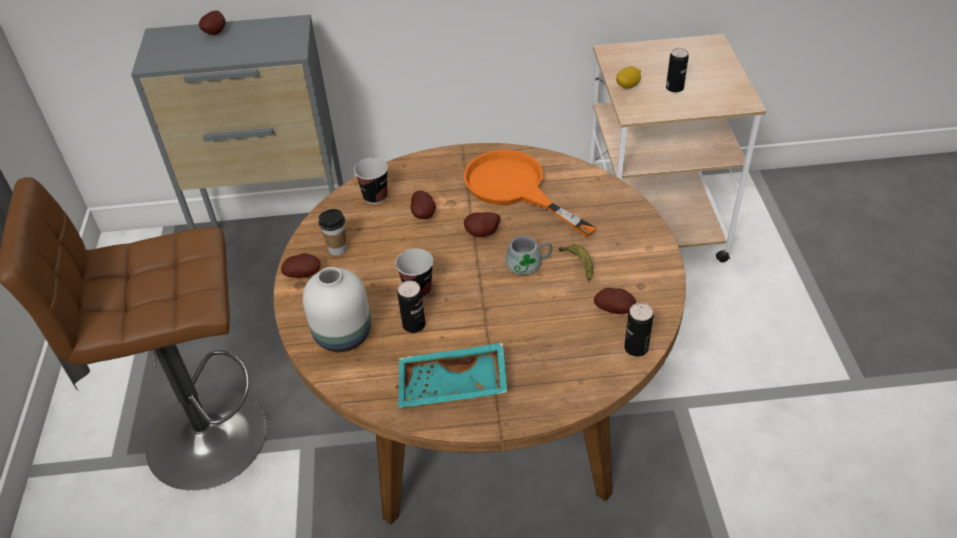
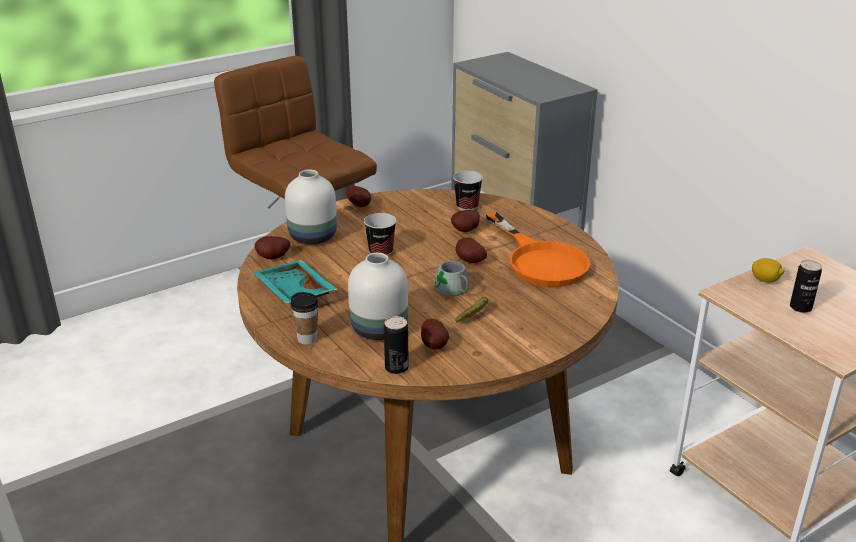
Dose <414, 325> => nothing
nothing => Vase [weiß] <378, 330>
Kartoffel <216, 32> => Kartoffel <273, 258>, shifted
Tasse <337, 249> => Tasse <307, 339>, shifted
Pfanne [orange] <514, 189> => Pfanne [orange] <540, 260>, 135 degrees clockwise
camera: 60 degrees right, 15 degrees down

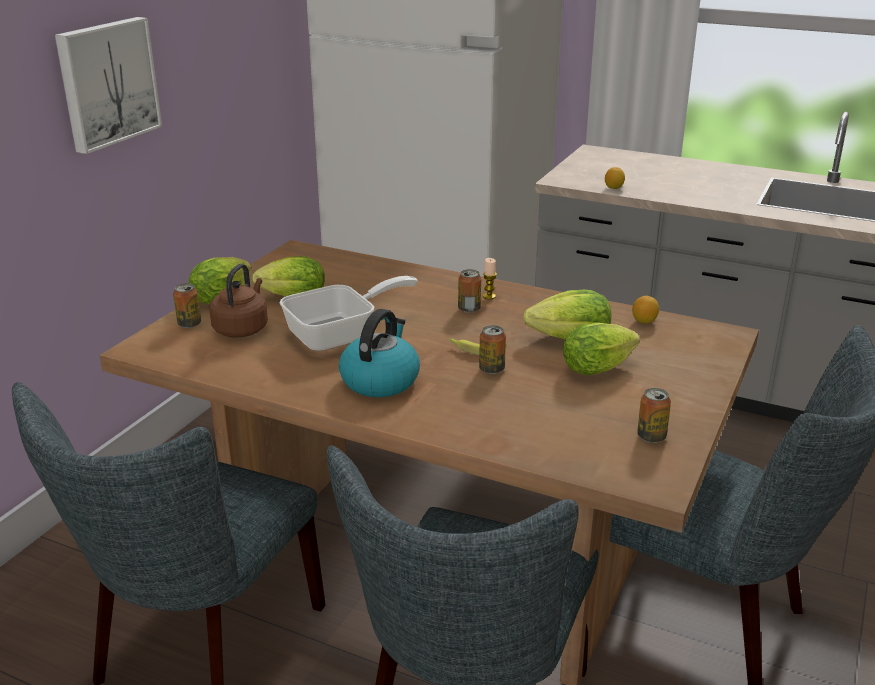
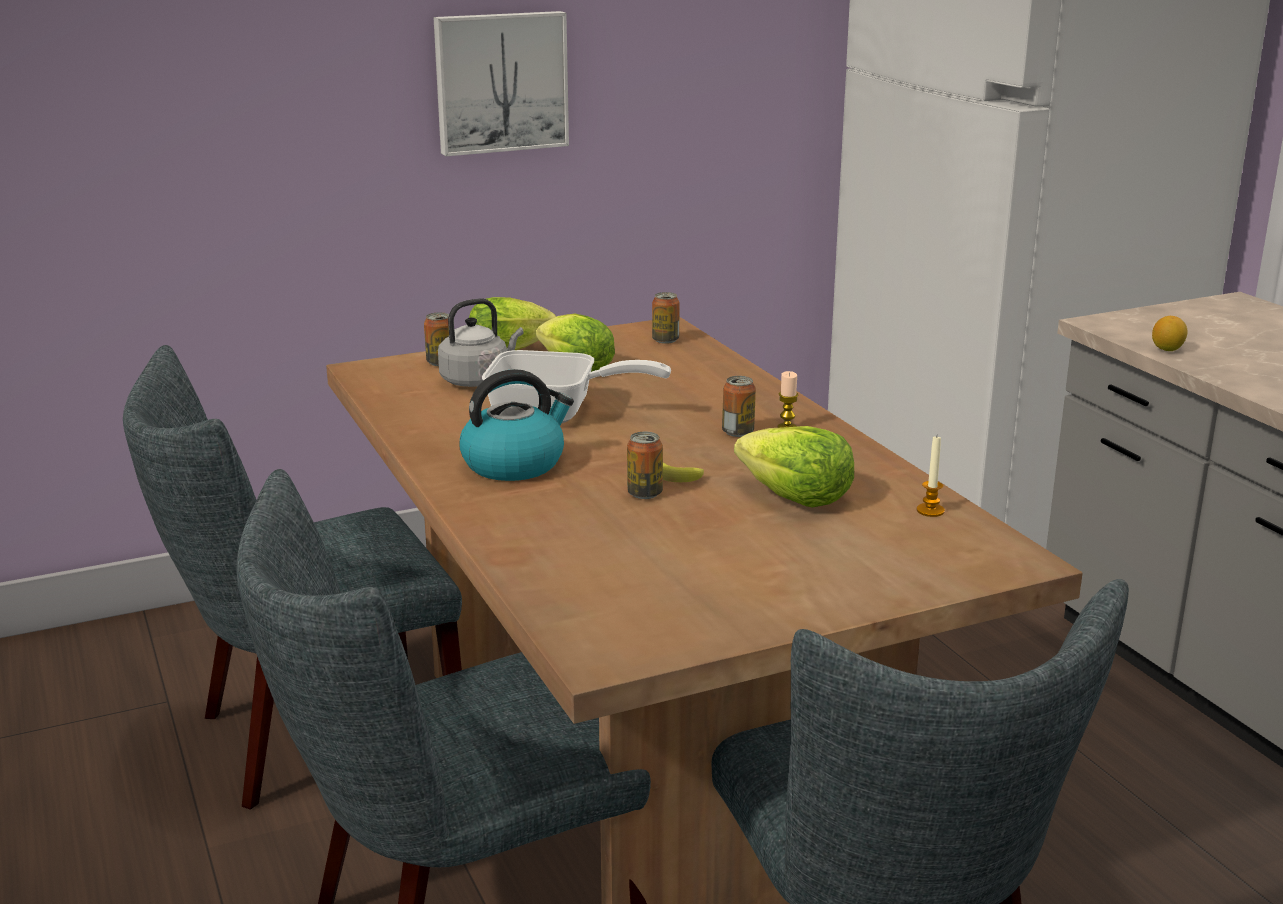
Salatkopf <601, 368> => nothing
Dose <651, 437> => Dose <665, 340>, shifted
Zitrone <644, 321> => Kerze <930, 511>
Wasserkessel [braun] <242, 328> => Wasserkessel [grau] <478, 380>
camera: 40 degrees right, 5 degrees down

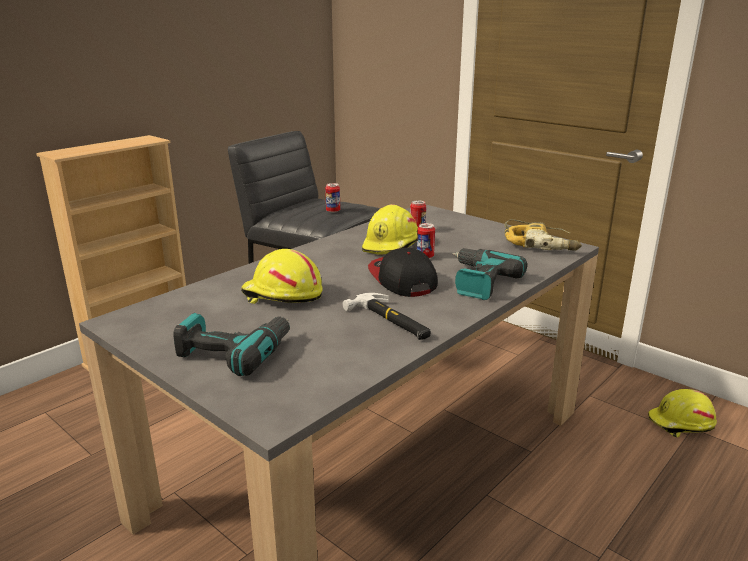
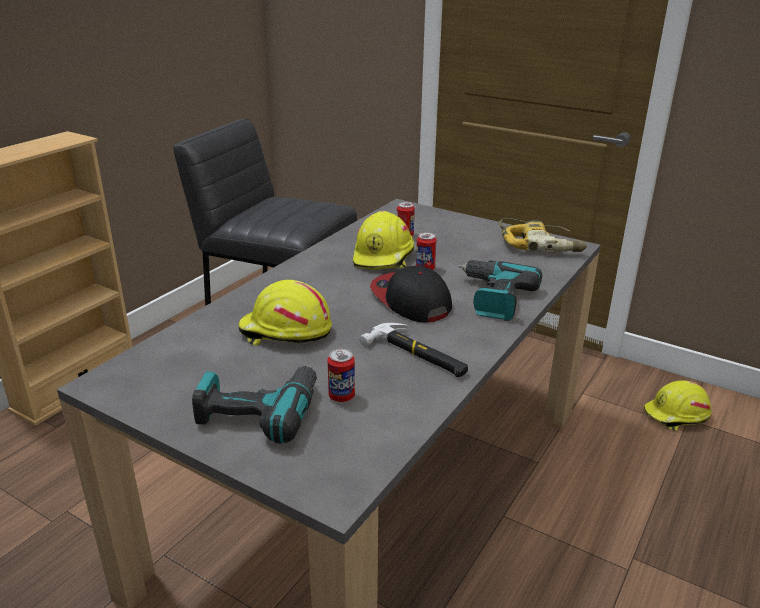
Dose <333, 211> => Dose <341, 396>, shifted
camera: 10 degrees left, 5 degrees up

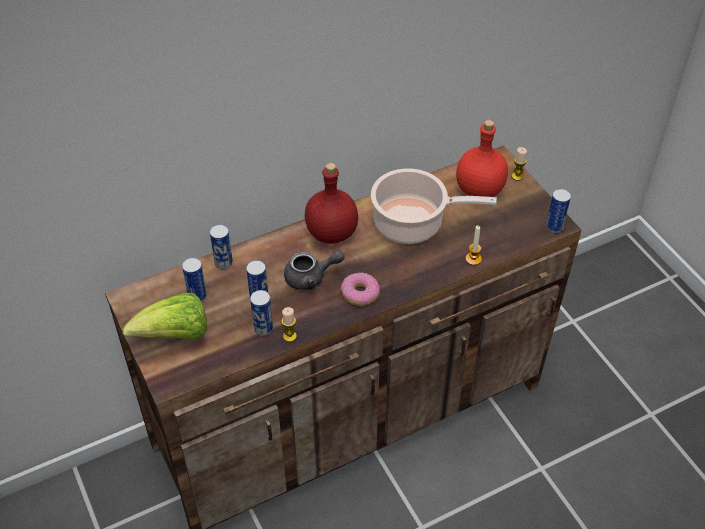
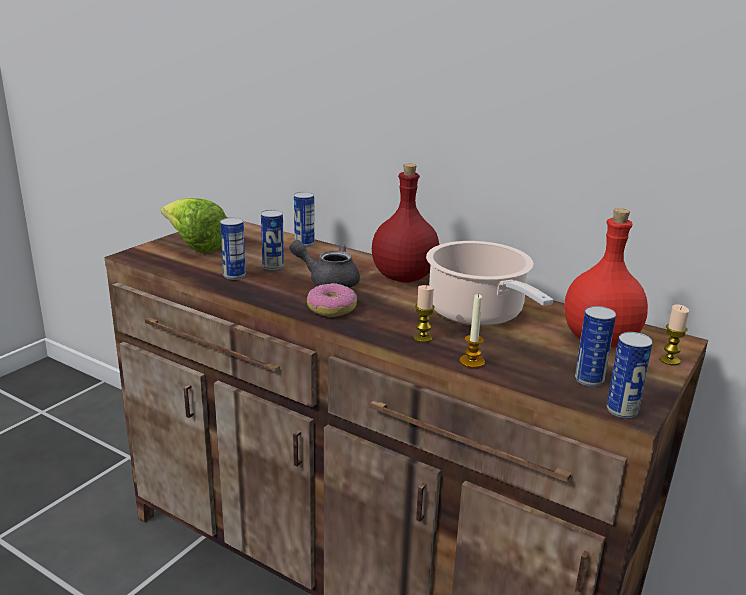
Dose <197, 296> => Dose <589, 380>, shifted
Kerze <289, 336> => Kerze <422, 338>, shifted
Teekanne [grau] <311, 277> => Teekanne [grau] <328, 281>, 150 degrees clockwise
camera: 60 degrees right, 25 degrees down

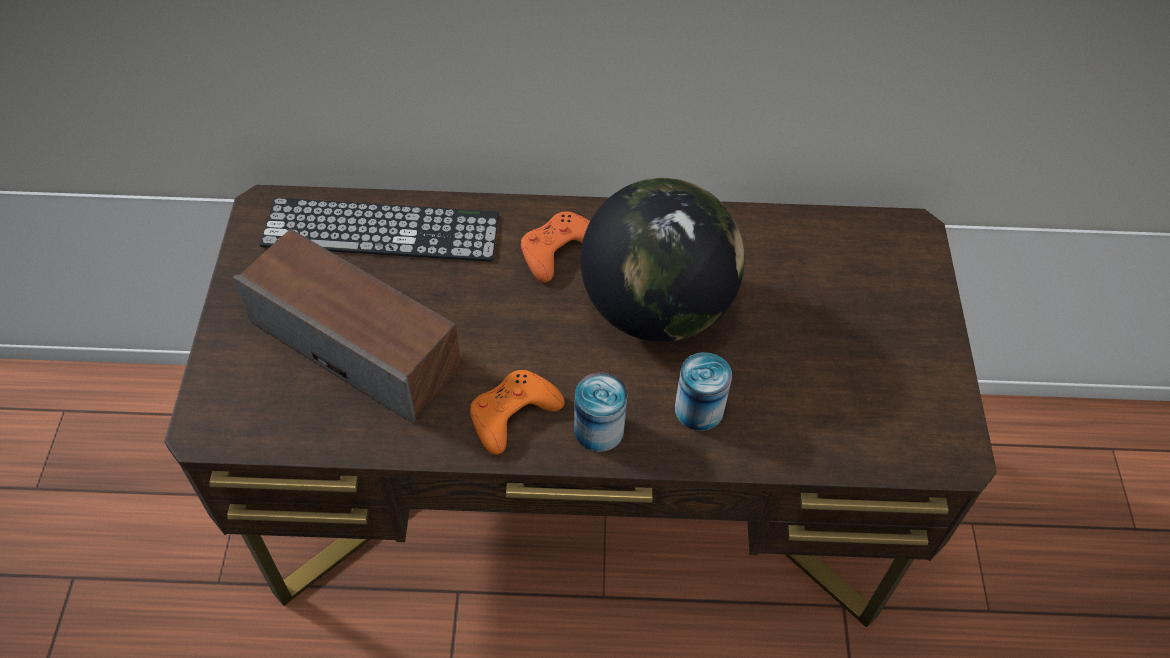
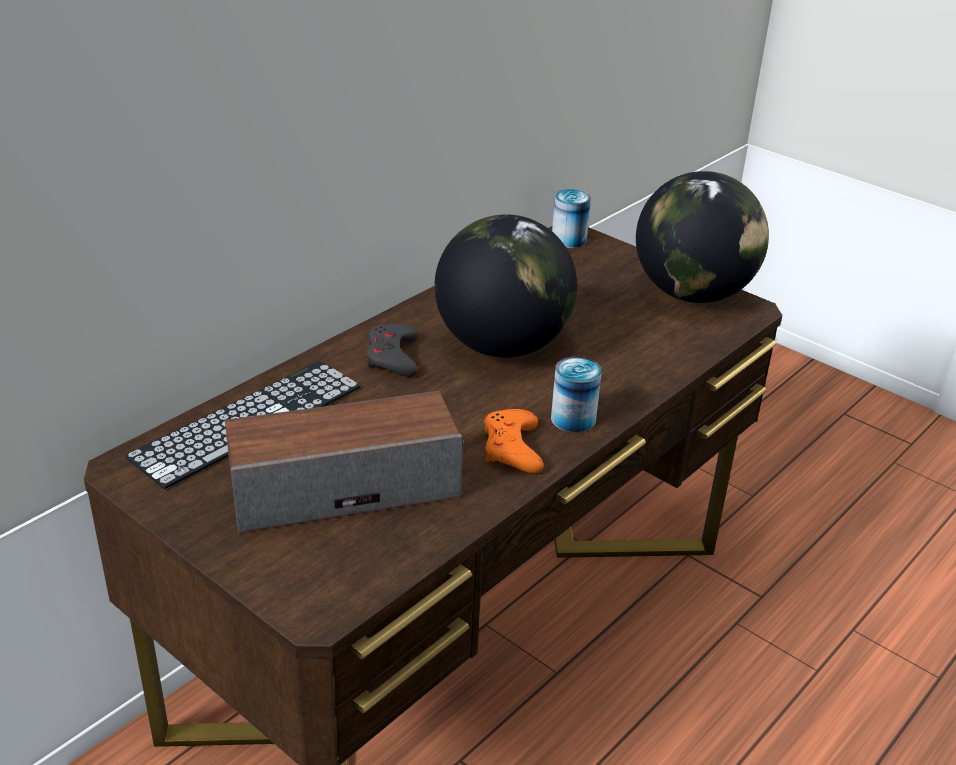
nothing => Globus <692, 294>
Dose <699, 409> => Dose <569, 239>, shifted
Gamepad [orange] <558, 250> => Gamepad [grau] <393, 356>
camera: 50 degrees left, 20 degrees down

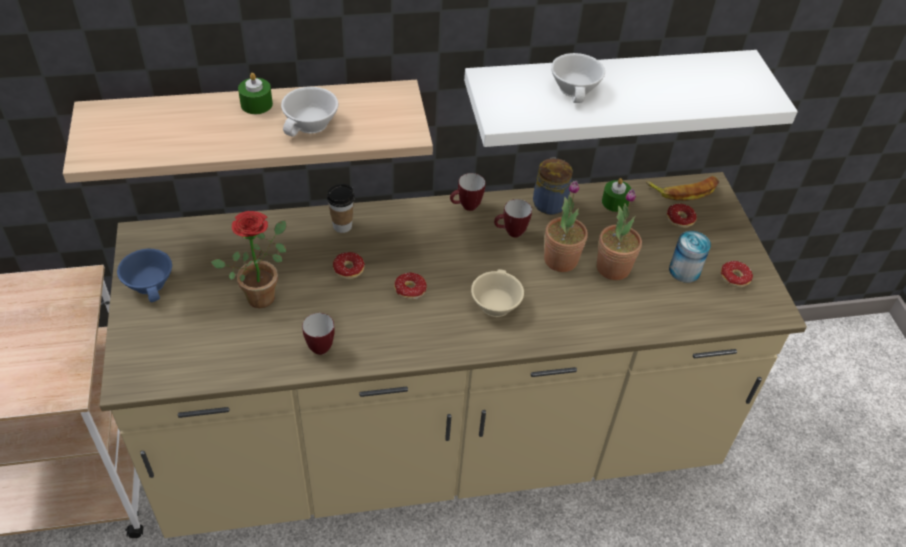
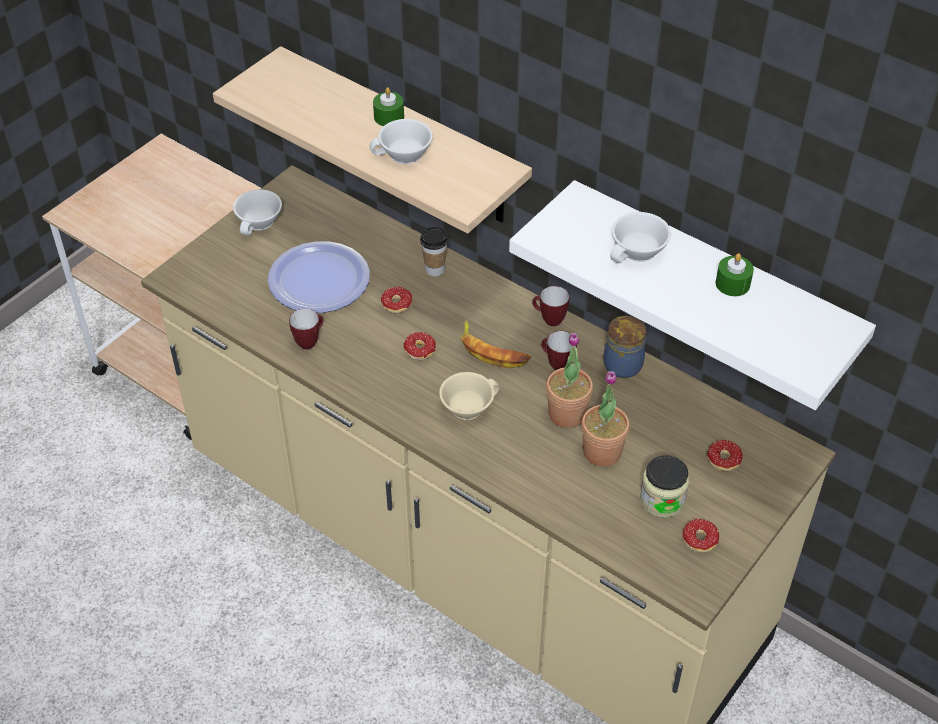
Kerze [grün] <615, 202> => Kerze [grün] <732, 284>, shifted
Banane <684, 190> => Banane <492, 350>, shifted
Topfpflanze <263, 293> => Teller <319, 279>
Dose <684, 271> => Vorratsglas <662, 500>
Tasse [blau] <151, 283> => Tasse [weiß] <260, 222>
camera: 50 degrees right, 0 degrees up

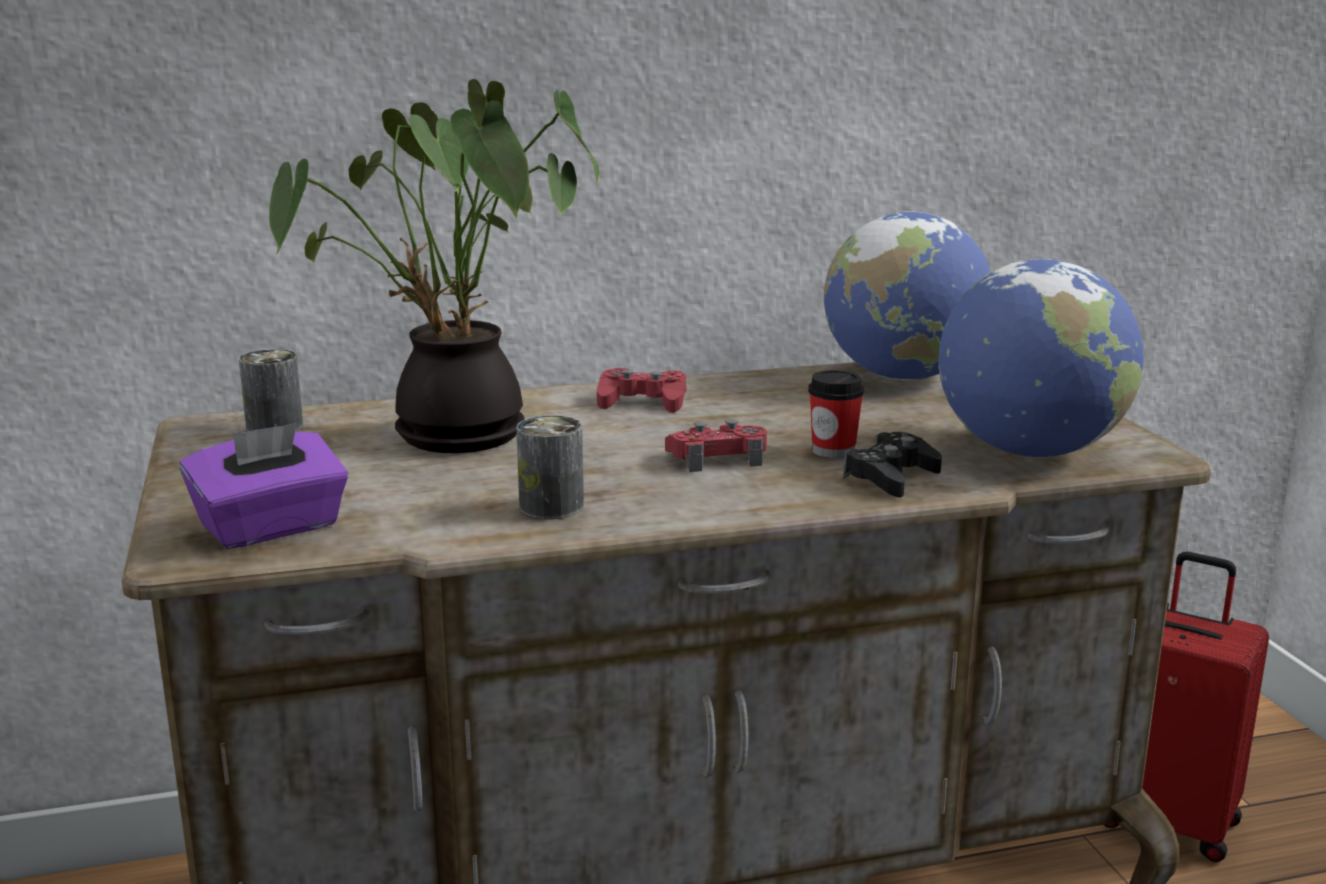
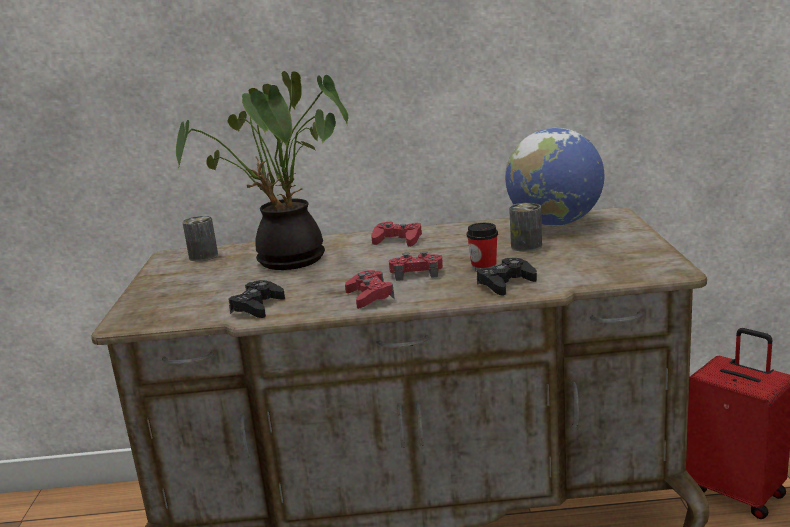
Taschentuchbox [lila] <271, 528> => nothing
Globus <1030, 451> => nothing
nothing => Gamepad [schwarz] <257, 307>
nothing => Gamepad [rot] <369, 296>
Dose <551, 507> => Dose <526, 246>, shifted
camera: 15 degrees right, 0 degrees up

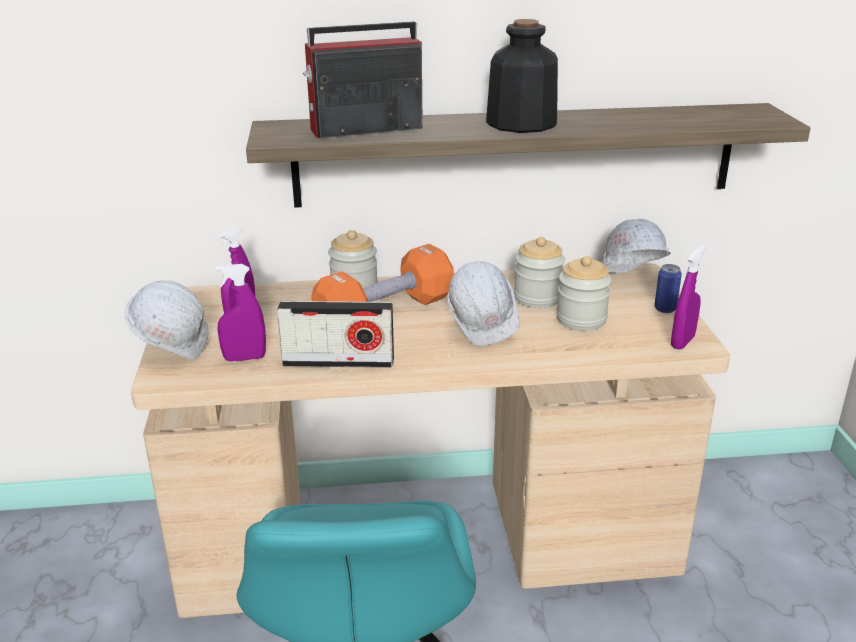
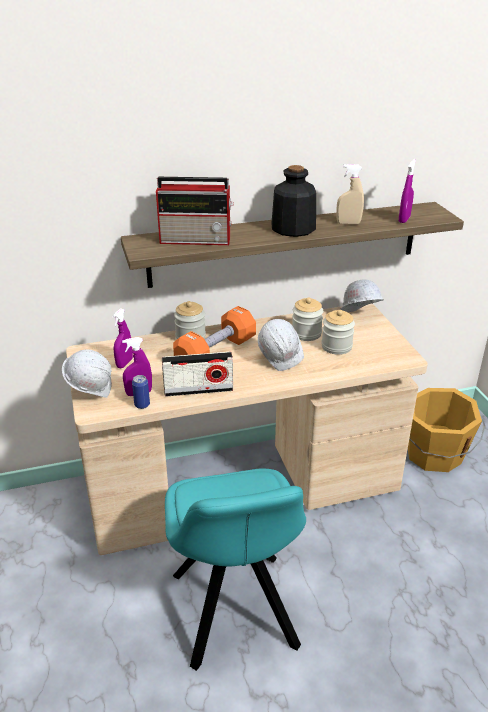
nothing => Sprühflasche [beige] <348, 223>
nothing => Eimer [orange] <434, 454>
Dose <665, 309> => Dose <142, 405>, shifted
Sprühflasche [lila] <682, 342> => Sprühflasche [lila] <404, 219>, shifted
Radio <364, 129> => Radio <197, 240>, 150 degrees counterclockwise
camera: 10 degrees left, 5 degrees up

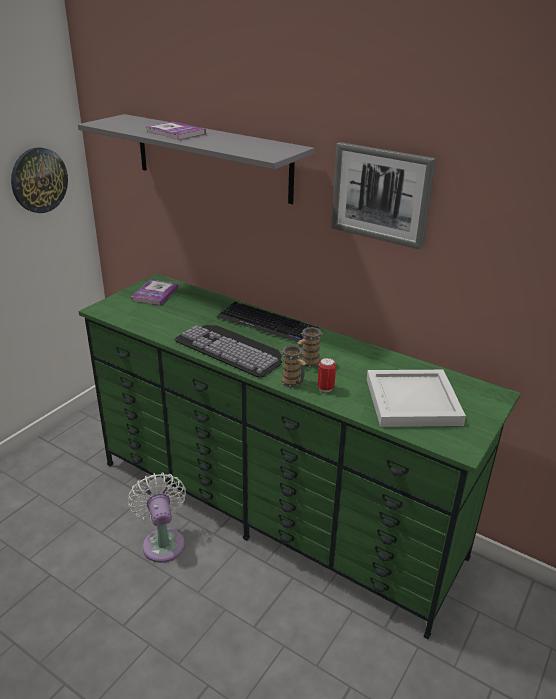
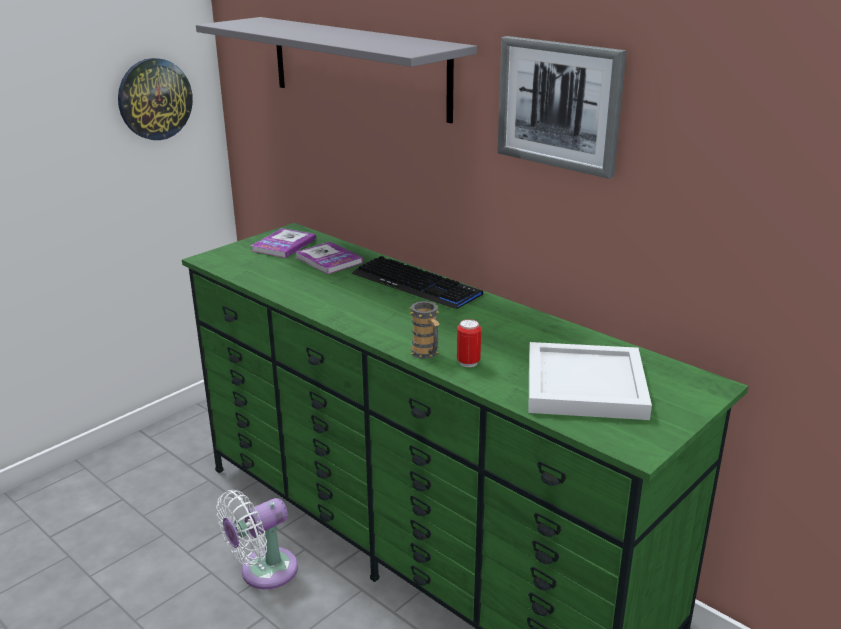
Tastatur <232, 348> => nothing
Henkelbecher <307, 363> => nothing
Buch <175, 133> => Buch <329, 260>, shifted
Ventilator [weiß] <163, 541> => Ventilator [weiß] <263, 572>, 120 degrees counterclockwise
camera: 10 degrees right, 5 degrees down

